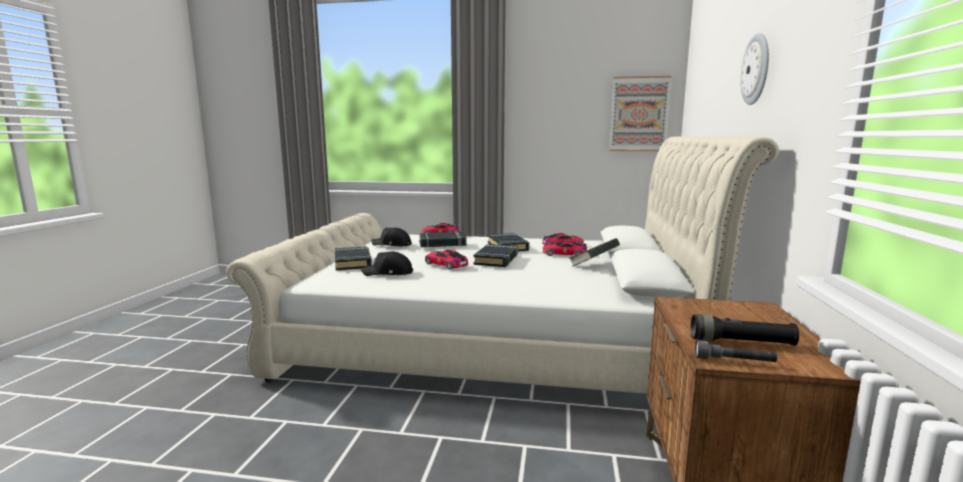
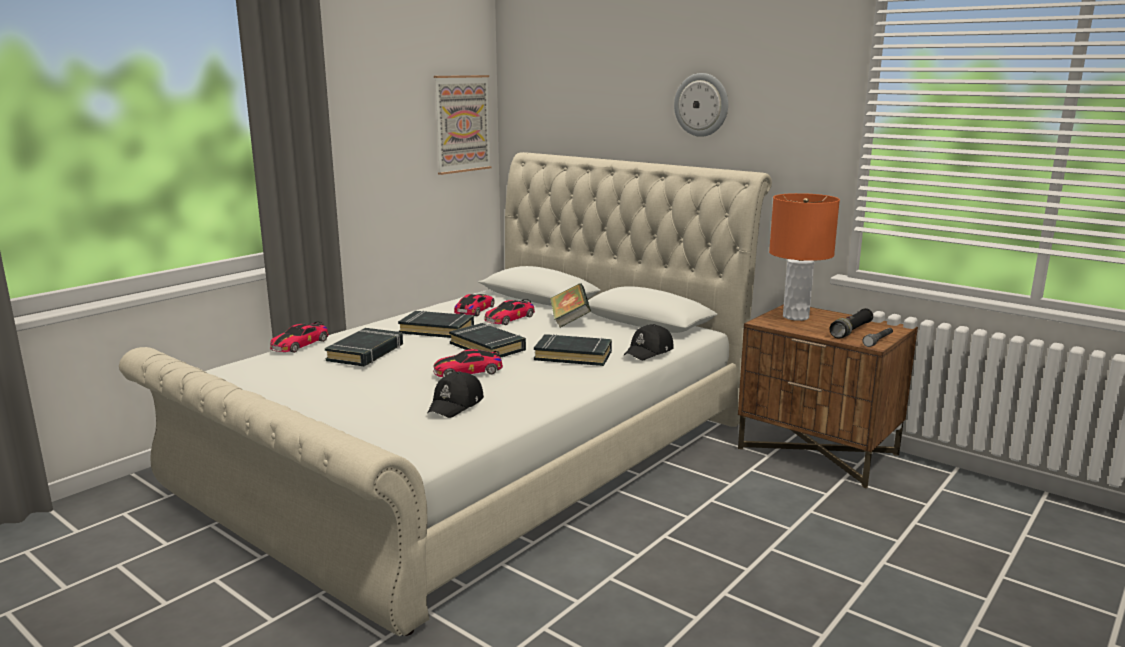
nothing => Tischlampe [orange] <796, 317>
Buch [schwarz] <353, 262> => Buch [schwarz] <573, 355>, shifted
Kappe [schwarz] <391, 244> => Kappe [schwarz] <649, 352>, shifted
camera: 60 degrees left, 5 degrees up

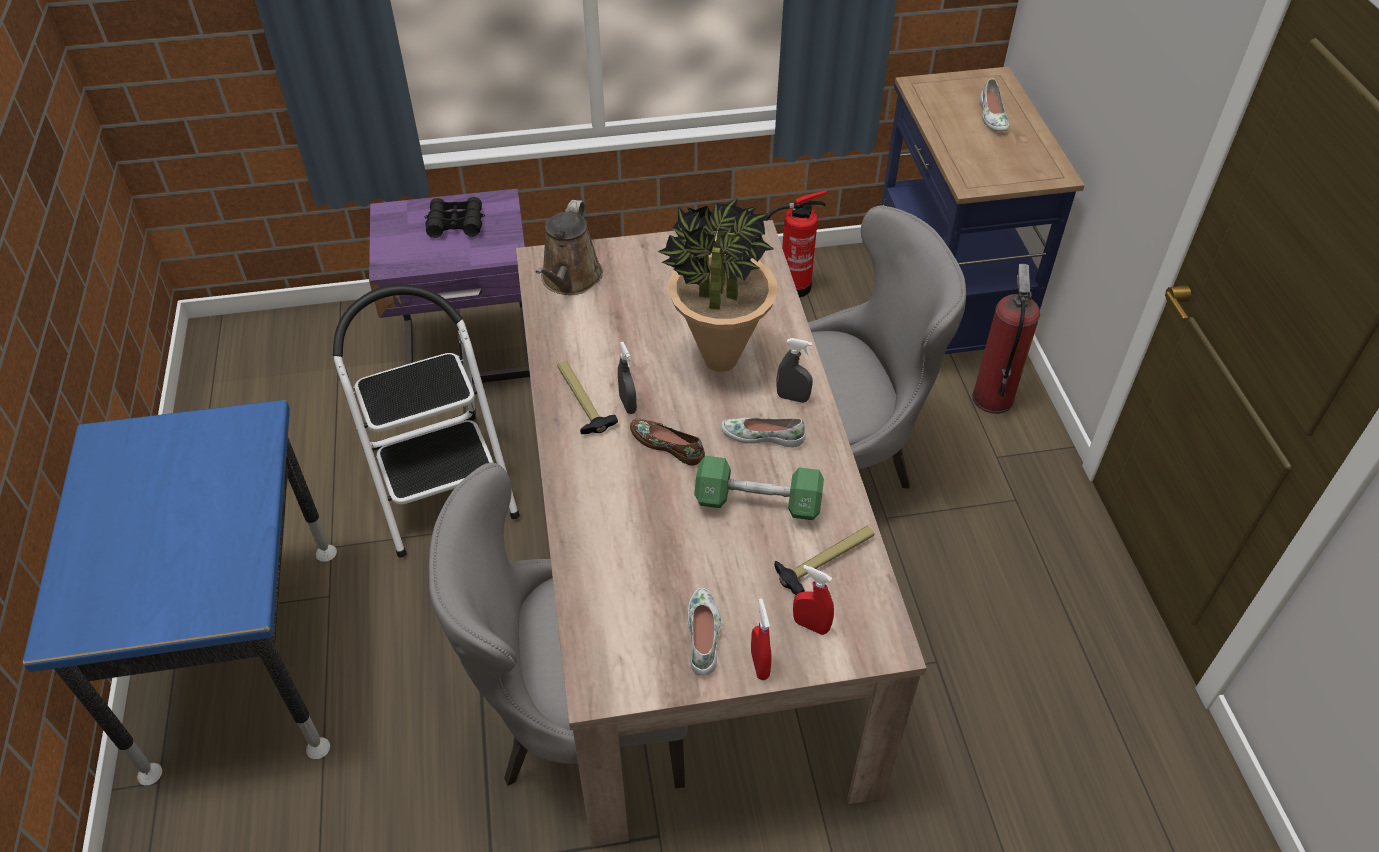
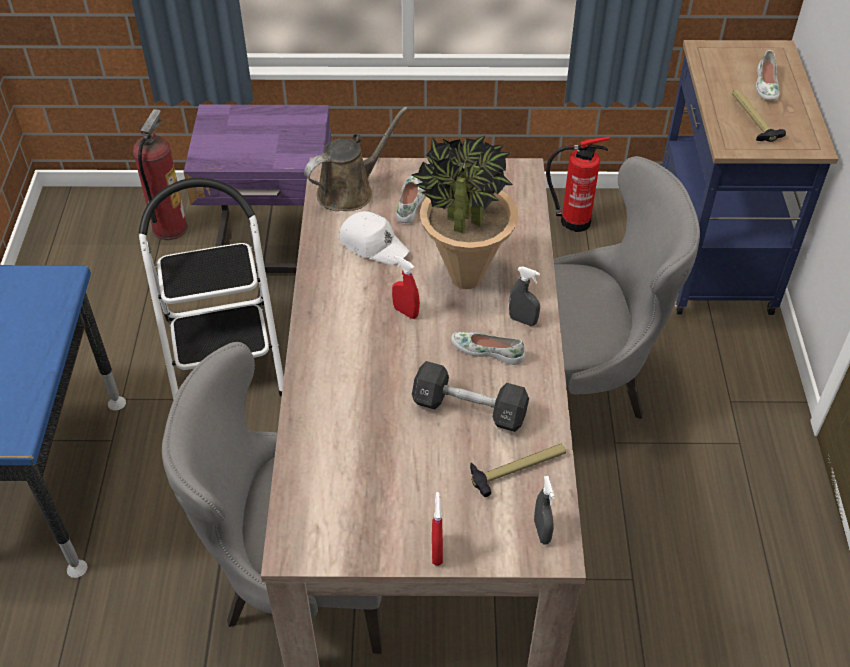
Fernglas [schwarz] <455, 224> => nothing
Schuh [braun] <667, 444> => nothing
nothing => Kappe [weiß] <373, 244>
Hammer <581, 401> => Hammer <752, 119>, shifted
Sprühflasche [grau] <628, 404> => Sprühflasche [grau] <542, 531>, shifted
Schuh [weiß] <704, 635> => Schuh [weiß] <410, 203>, shifted
Sprühflasche [rot] <811, 625> => Sprühflasche [rot] <405, 312>, shifted
Feuerlöscher <992, 398> => Feuerlöscher <169, 227>, shifted
Hantel [grün] <758, 502> => Hantel [schwarz] <469, 409>
Gießkanne [braun] <570, 279> => Gießkanne [braun] <350, 191>, 150 degrees counterclockwise
camera: 10 degrees right, 0 degrees up

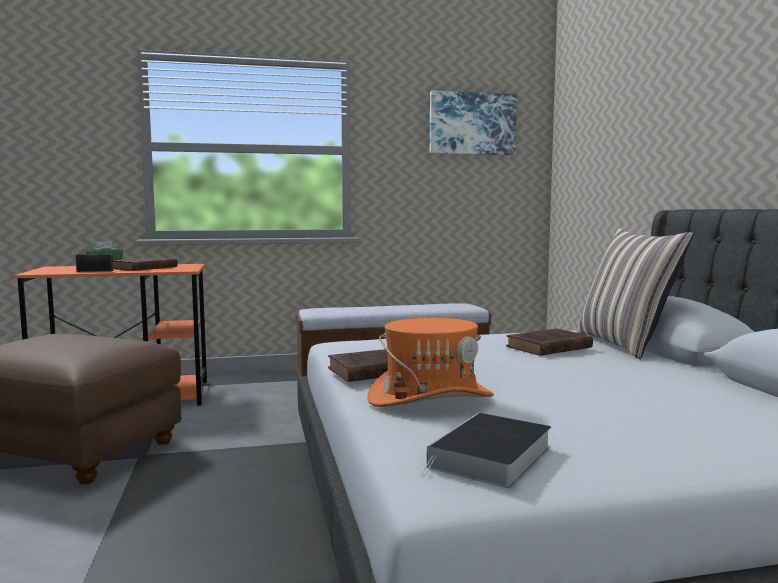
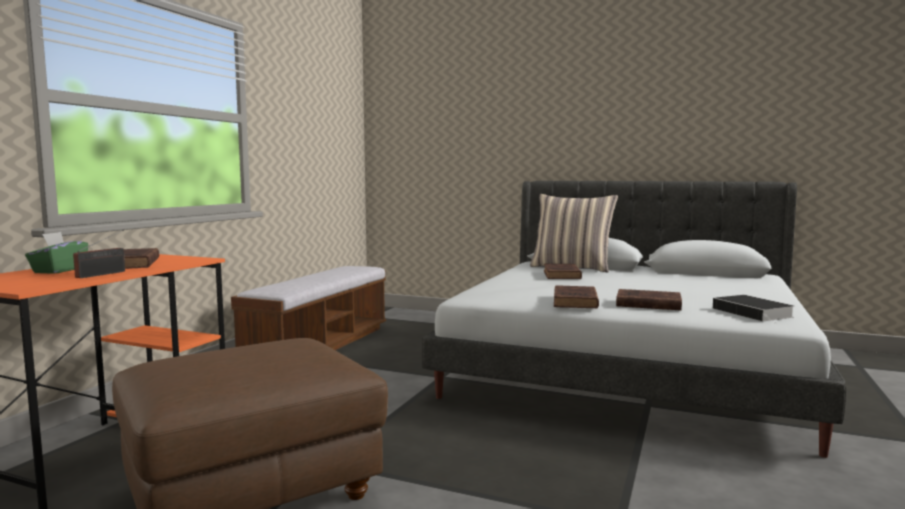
Bild <472, 124> => nothing
Hut [orange] <430, 398> => Buch [braun] <646, 304>
camera: 55 degrees left, 0 degrees up

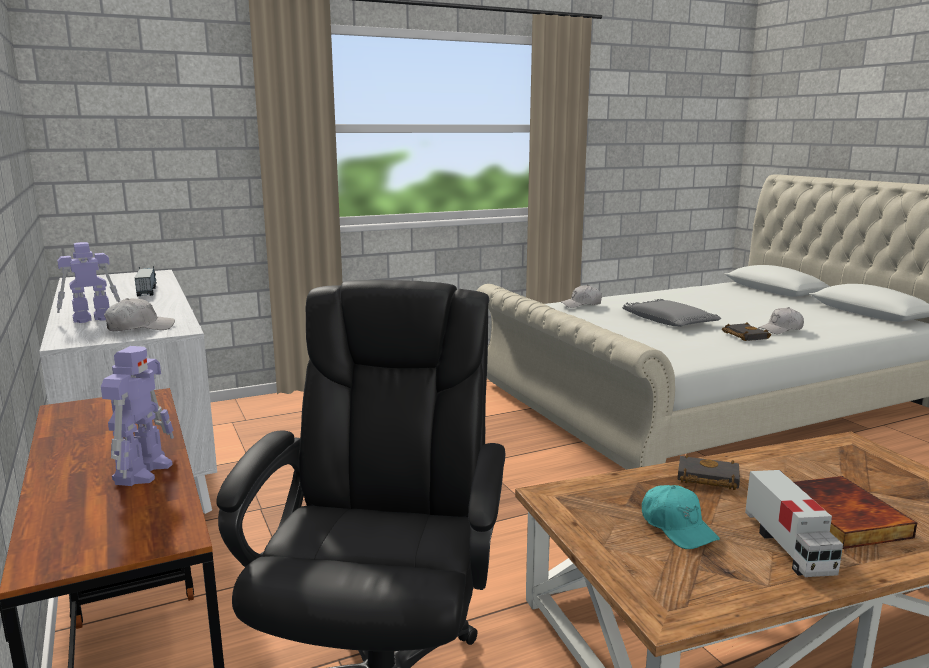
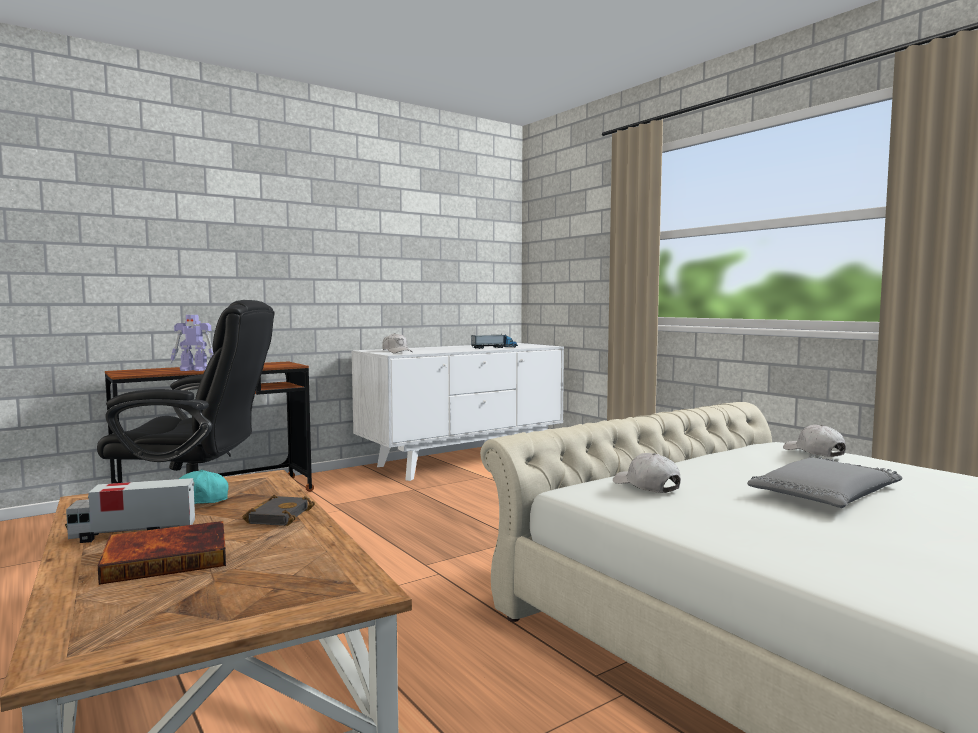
Spielzeugroboter <91, 319> => nothing
Buch [schwarz] <743, 335> => nothing
Kappe [weiß] <781, 329> => Kappe [weiß] <646, 486>, shifted
camera: 80 degrees right, 10 degrees down

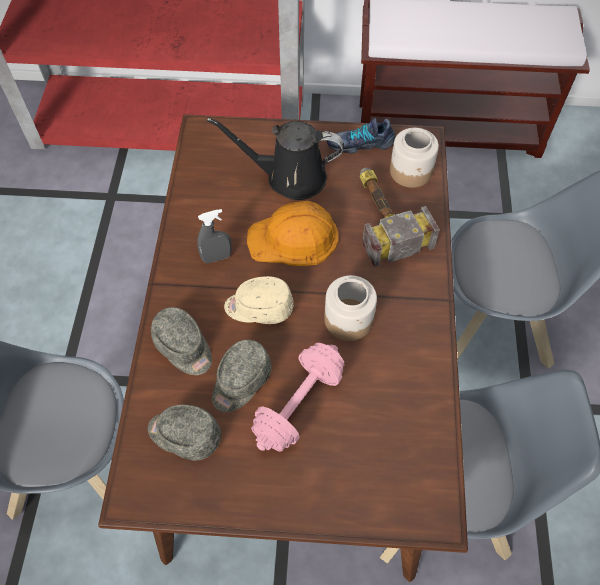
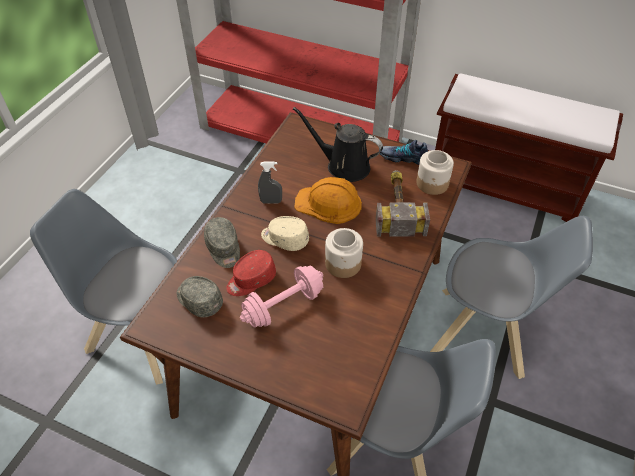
Kappe [grau] <240, 381> => Kappe [rot] <251, 280>
camera: 20 degrees right, 10 degrees down

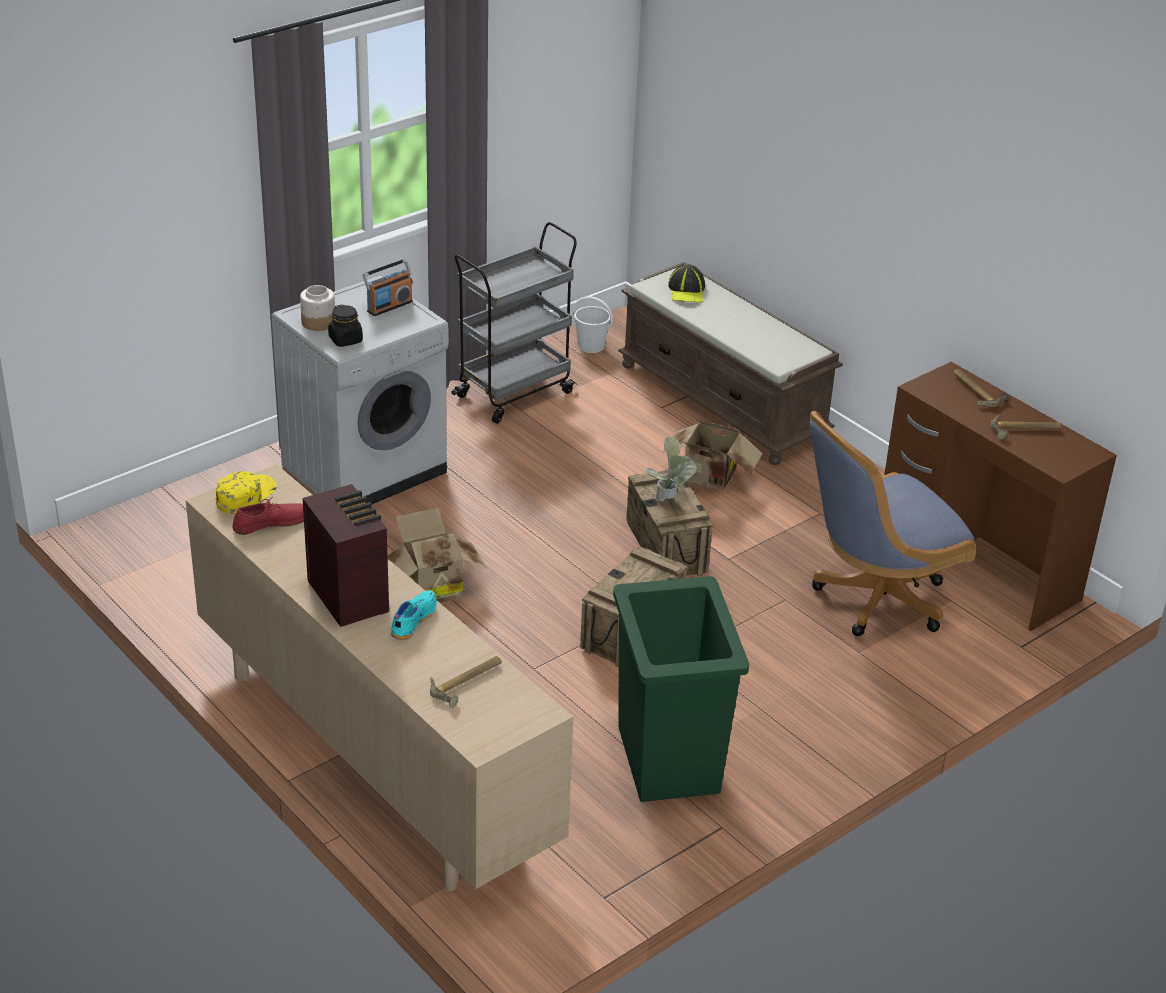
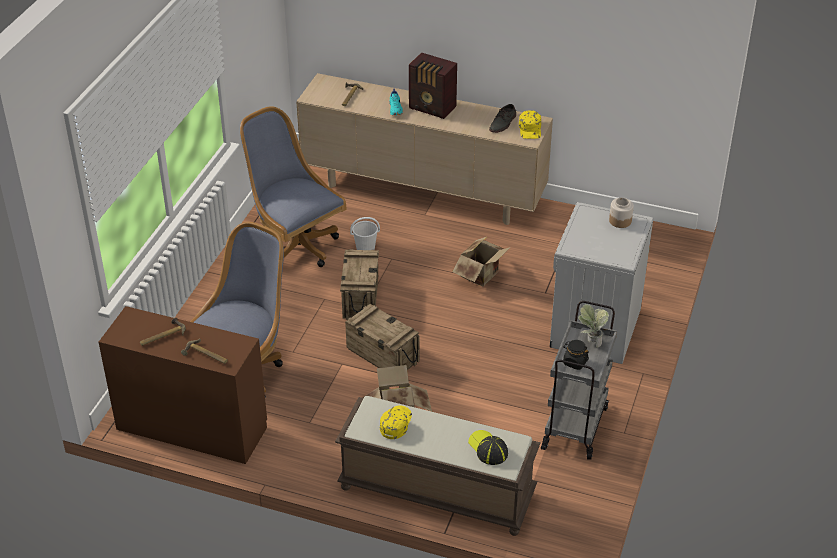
Radio <389, 306> => nothing
nothing => Kappe [gelb] <395, 423>
Vorratsglas [schwarz] <346, 340> => Vorratsglas [schwarz] <575, 362>, shifted
Eimer [weiß] <590, 346> => Eimer [weiß] <366, 248>, shifted
Topfpflanze <669, 501> => Topfpflanze <590, 342>, shifted
Mülleimer [grün] <667, 761> => Bürostuhl [blau] <294, 244>
Schuh [rot] <272, 522> => Schuh [grau] <503, 123>
camera: 150 degrees right, 5 degrees up

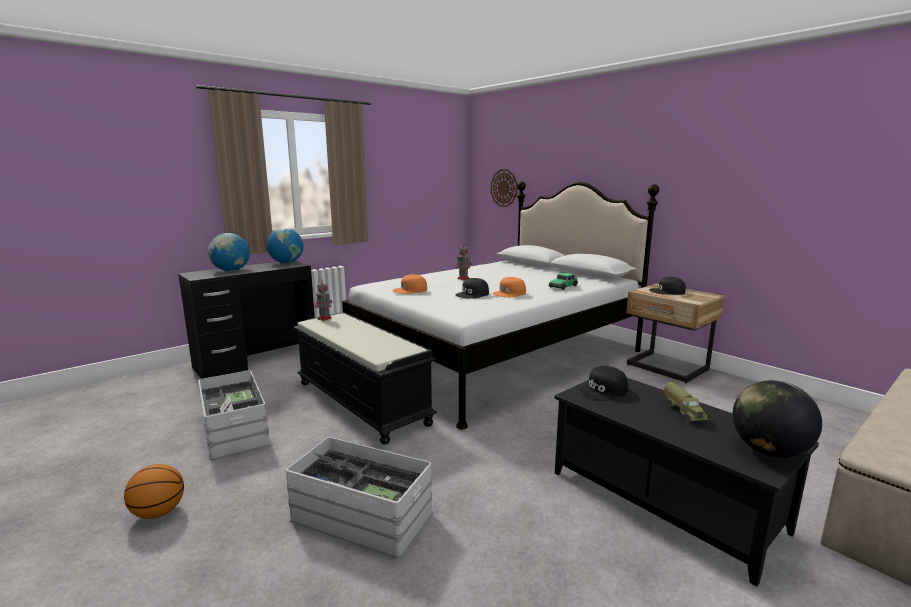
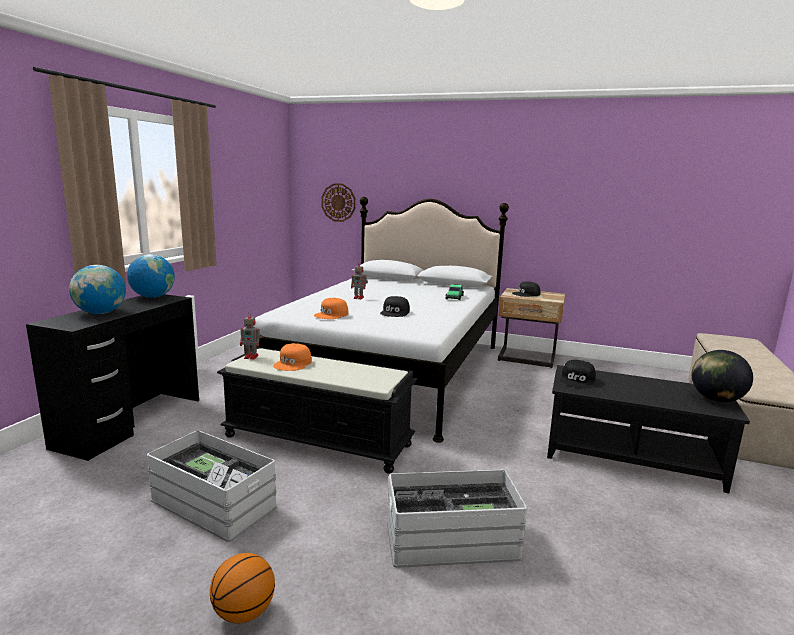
Spielzeuglaster <683, 412> => nothing
Kappe [orange] <509, 293> => Kappe [orange] <293, 363>, shifted
camera: 30 degrees left, 0 degrees up

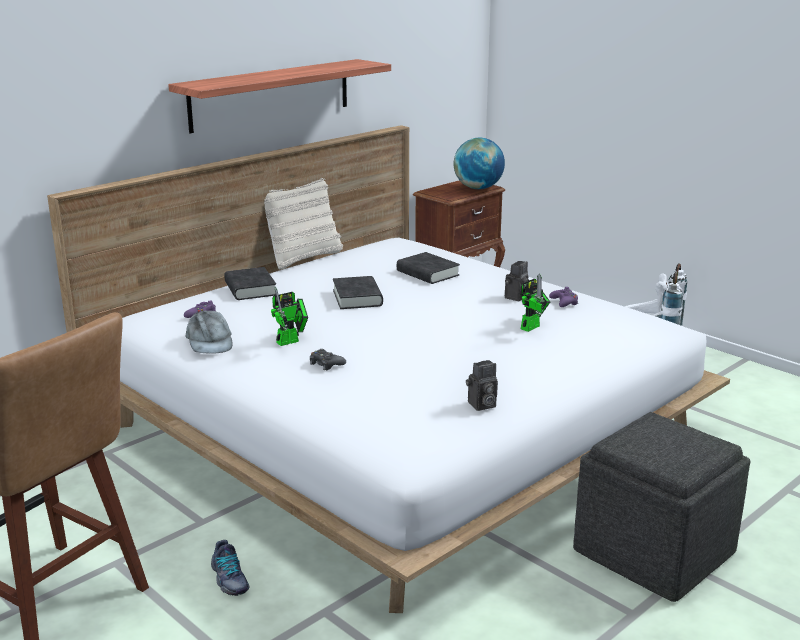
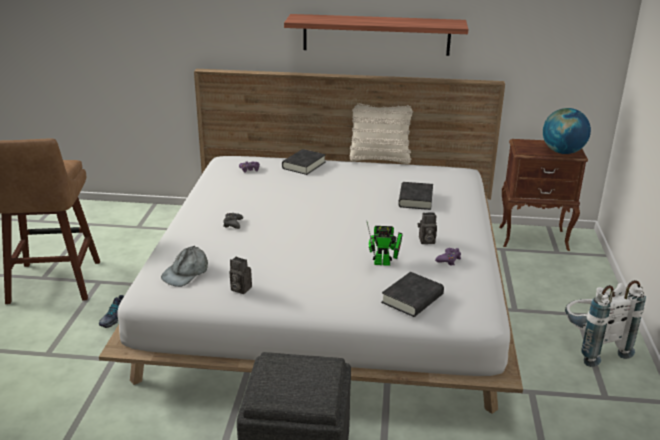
Spielzeugroboter <291, 341> => nothing
Kappe [grau] <209, 341> => Kappe [grau] <186, 272>, shifted
Buch [schwarz] <357, 298> => Buch [schwarz] <412, 299>, shifted
camera: 50 degrees right, 5 degrees up

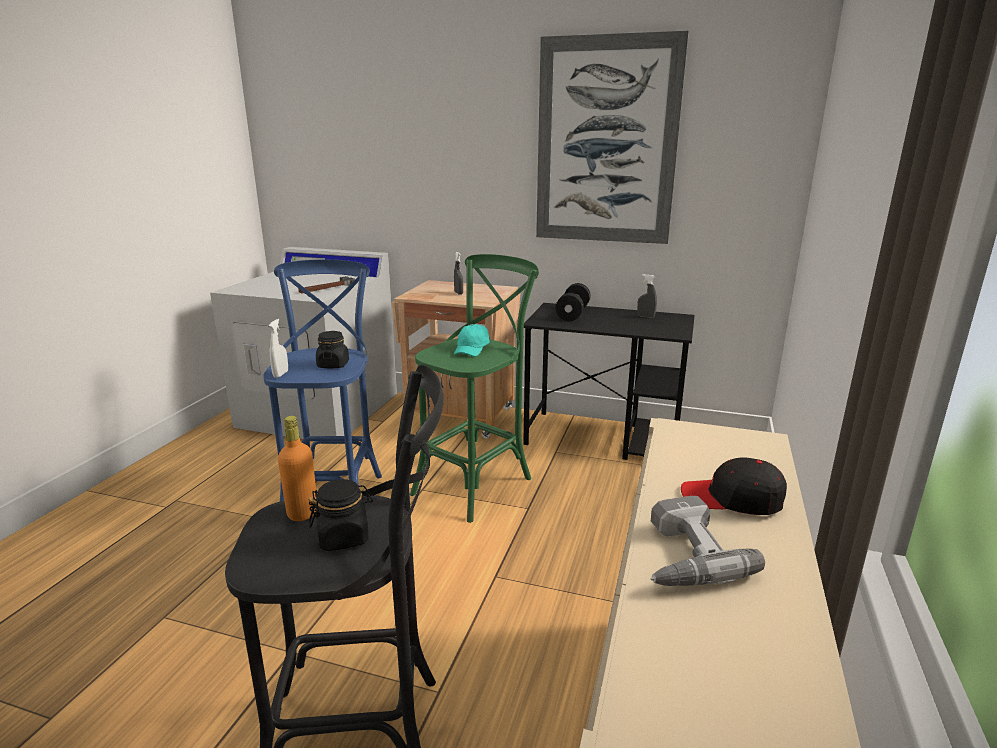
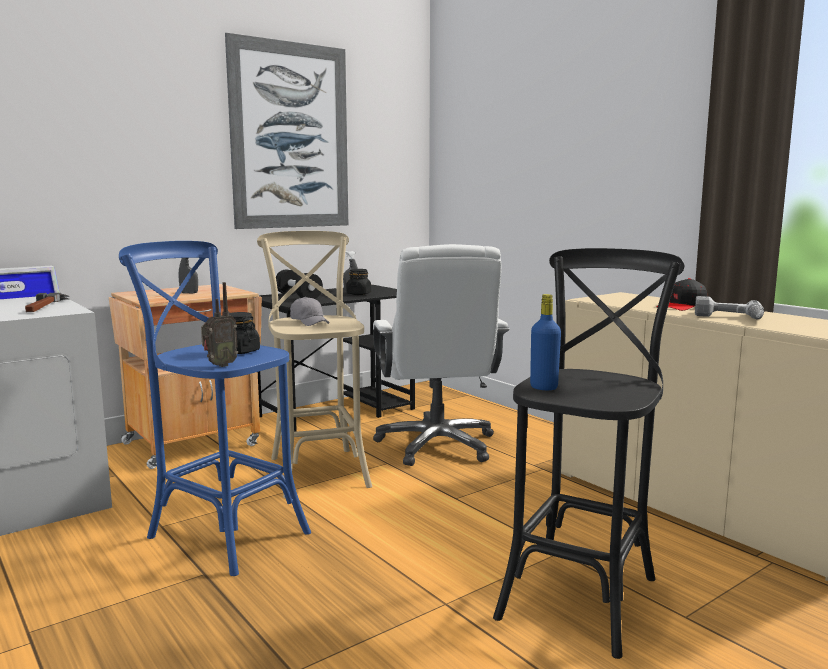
nothing => Bürostuhl [weiß] <437, 445>
Vorratsglas [schwarz] <343, 537> => Vorratsglas [schwarz] <359, 294>, shifted
Sprühflasche [weiß] <281, 374> => Radio <219, 365>
Flasche [orange] <302, 513> => Flasche [blau] <543, 387>
Hocker [grün] <476, 483> => Hocker [beige] <318, 469>
Kappe [türkis] <472, 349> => Kappe [grau] <309, 322>
camera: 55 degrees left, 10 degrees down

